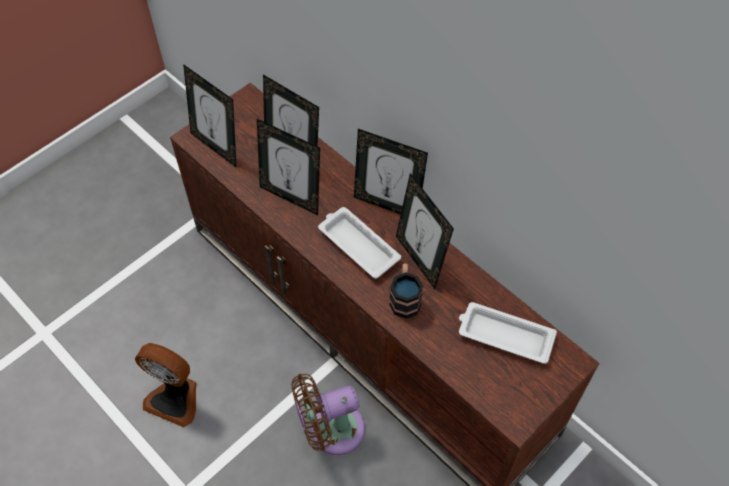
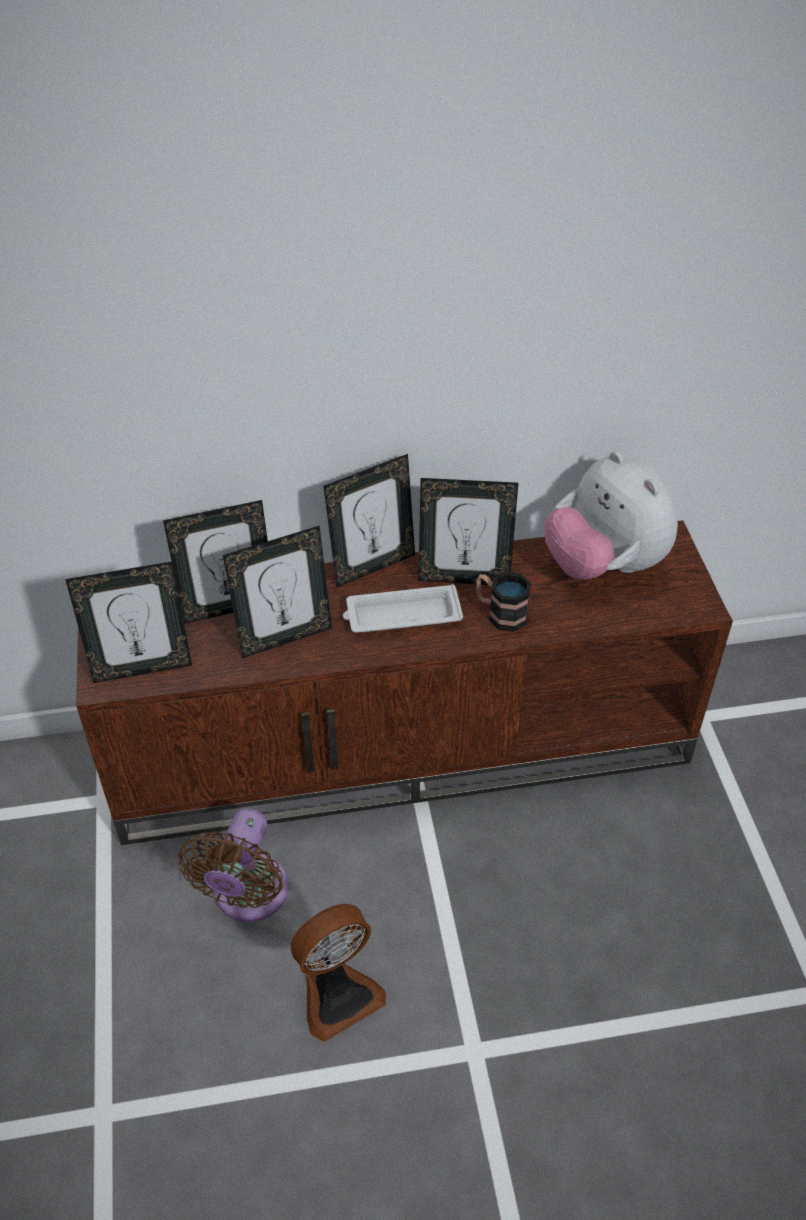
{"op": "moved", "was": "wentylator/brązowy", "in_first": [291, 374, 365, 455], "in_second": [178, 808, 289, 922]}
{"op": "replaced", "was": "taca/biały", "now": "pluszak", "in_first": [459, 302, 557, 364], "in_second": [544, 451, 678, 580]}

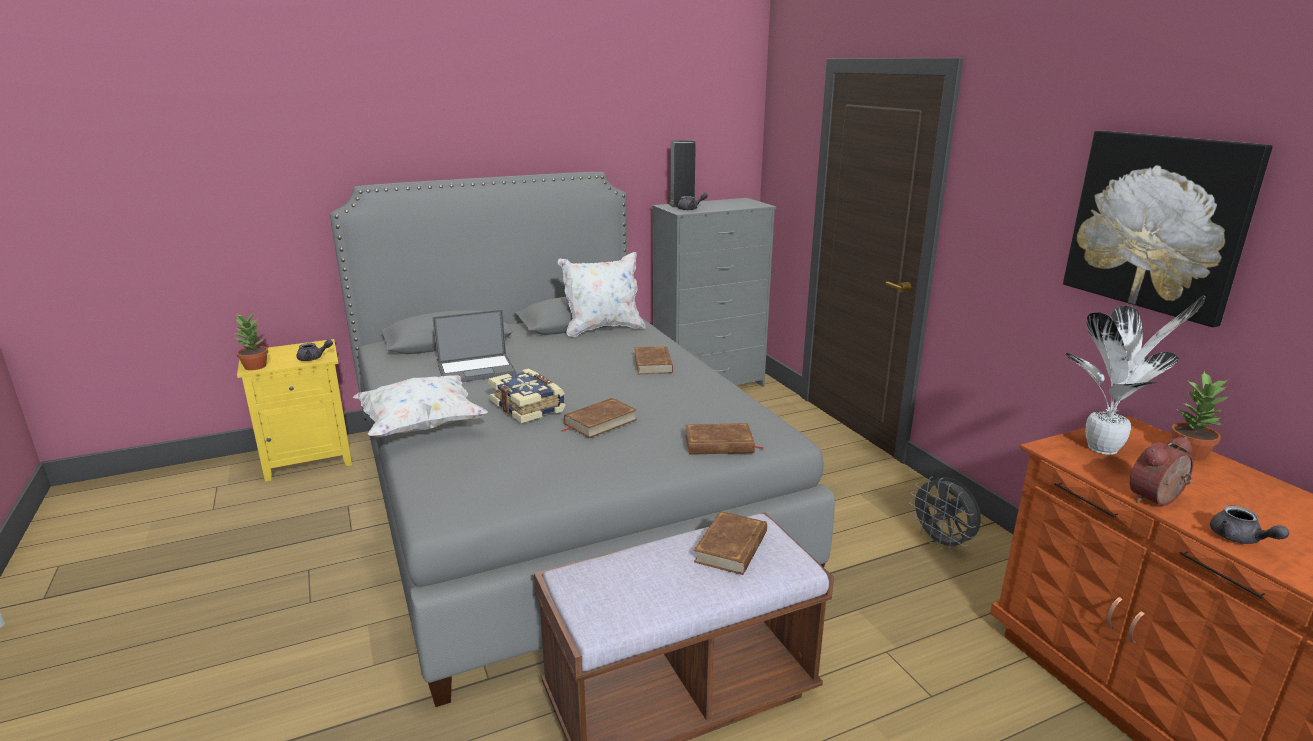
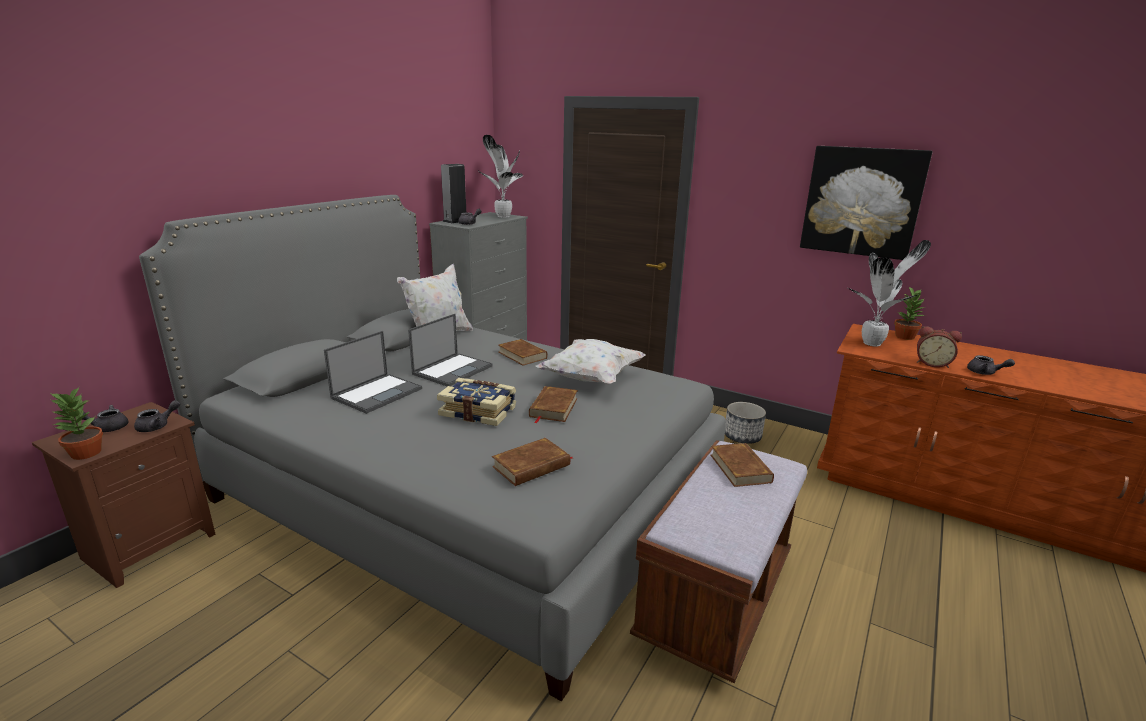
{"op": "recoloured", "was": "szafka nocna/żółty", "now": "szafka nocna/brązowy", "in_first": [237, 339, 352, 482], "in_second": [32, 402, 215, 588]}
{"op": "moved", "was": "poduszka/biały", "in_first": [353, 375, 488, 437], "in_second": [536, 339, 646, 385]}
{"op": "moved", "was": "książka/brązowy", "in_first": [685, 423, 764, 455], "in_second": [492, 438, 572, 486]}
{"op": "replaced", "was": "wentylator/szary", "now": "donica", "in_first": [909, 476, 981, 552], "in_second": [725, 402, 766, 444]}
{"op": "turned", "was": "budzik", "in_first": [1130, 437, 1194, 506], "in_second": [917, 326, 962, 368], "clockwise": -90}
{"op": "added", "now": "imbryk/szary", "in_second": [82, 405, 128, 432]}
{"op": "added", "now": "laptop", "in_second": [408, 314, 493, 387]}
{"op": "added", "now": "roślina doniczkowa", "in_second": [477, 135, 523, 218]}

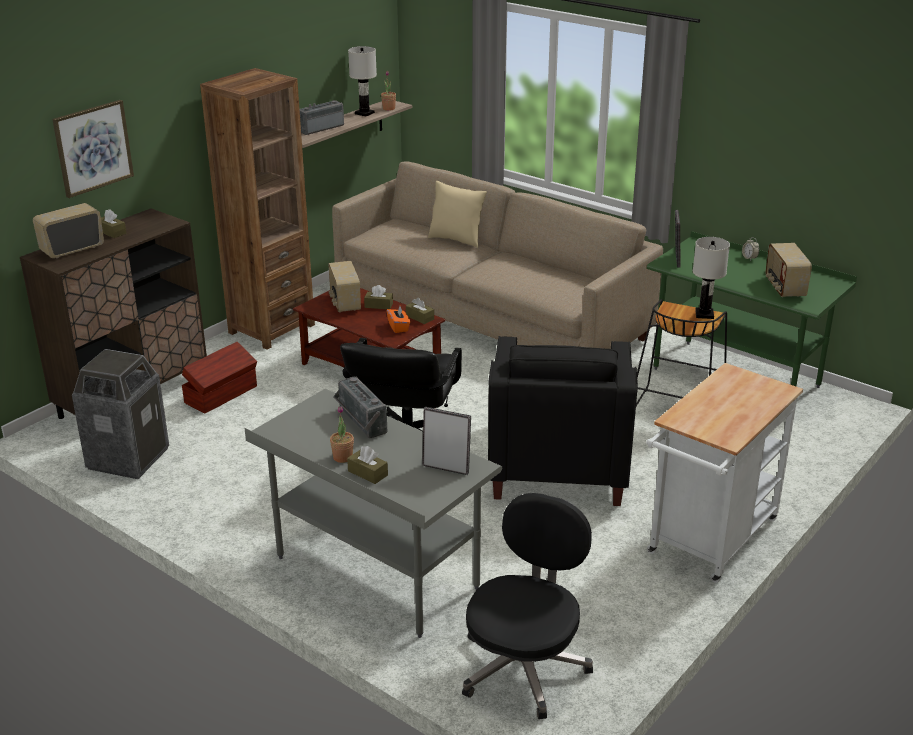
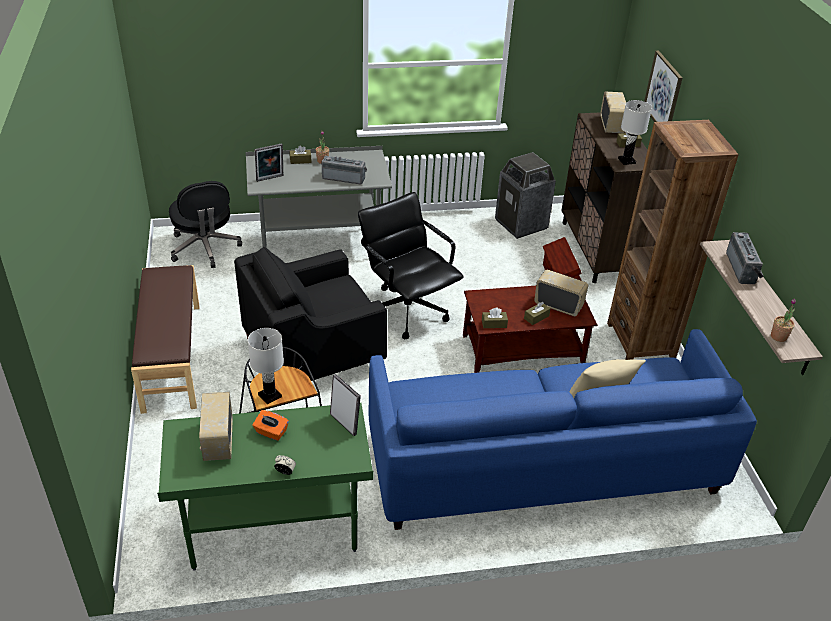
{"op": "recoloured", "was": "kanapa/beżowy", "now": "kanapa/niebieski", "in_first": [332, 161, 663, 349], "in_second": [369, 329, 757, 530]}
{"op": "moved", "was": "lampa stołowa/biały", "in_first": [348, 46, 377, 117], "in_second": [618, 100, 652, 165]}
{"op": "moved", "was": "pudełko chusteczek/pomarańczowy", "in_first": [387, 306, 410, 333], "in_second": [253, 410, 289, 441]}
{"op": "turned", "was": "fotel/czarny", "in_first": [488, 336, 638, 506], "in_second": [234, 247, 387, 381], "clockwise": -75}
{"op": "replaced", "was": "wózek/biały", "now": "ławka/brązowy", "in_first": [646, 363, 803, 583], "in_second": [131, 265, 200, 414]}
{"op": "turned", "was": "radio", "in_first": [766, 243, 812, 297], "in_second": [199, 392, 233, 461], "clockwise": -135}

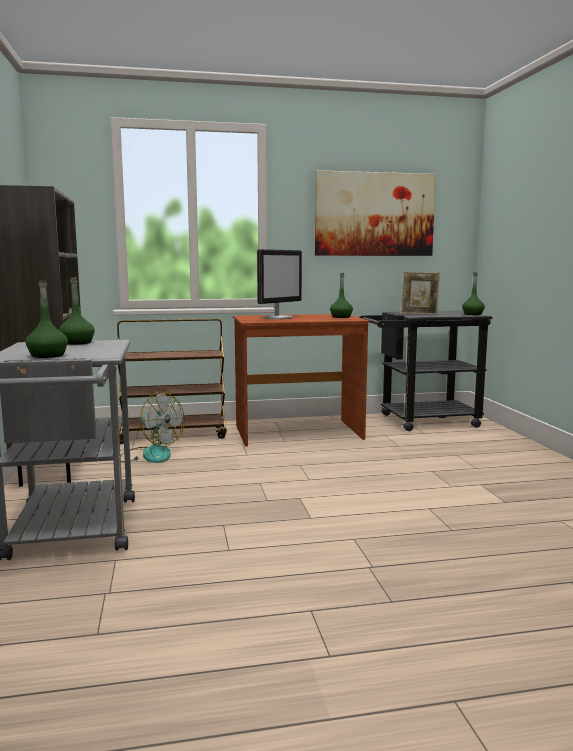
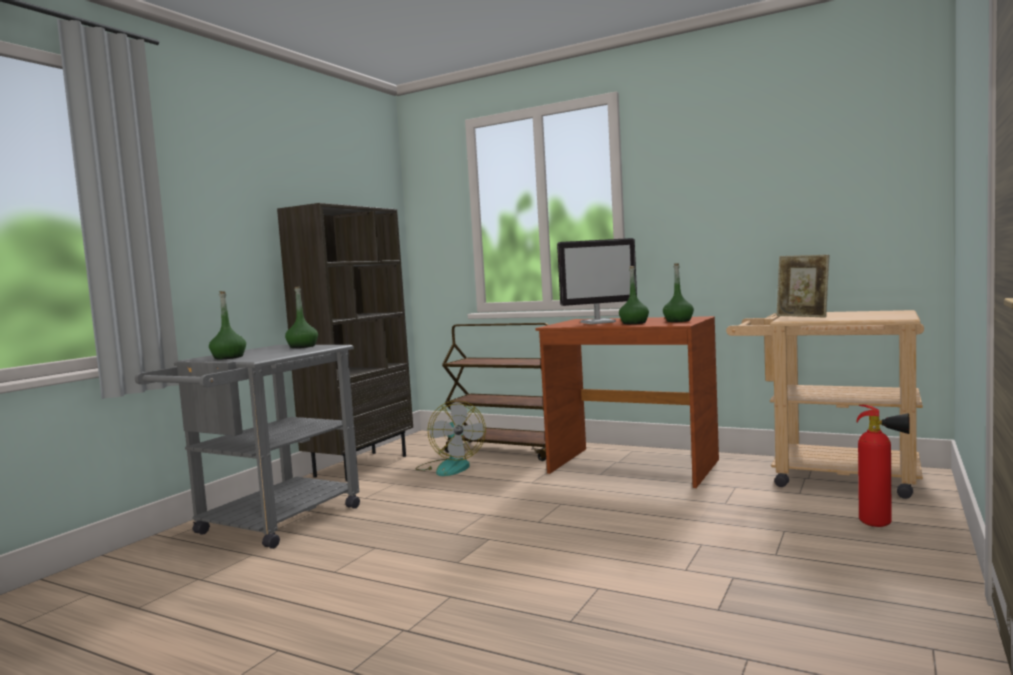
{"op": "removed", "was": "obraz", "in_first": [315, 170, 436, 256]}
{"op": "recoloured", "was": "wózek/czarny", "now": "wózek/beżowy", "in_first": [359, 311, 492, 431], "in_second": [726, 310, 924, 499]}
{"op": "moved", "was": "butelka/zielony", "in_first": [462, 273, 485, 315], "in_second": [619, 266, 649, 324]}
{"op": "added", "now": "gaśnica", "in_second": [856, 404, 910, 527]}

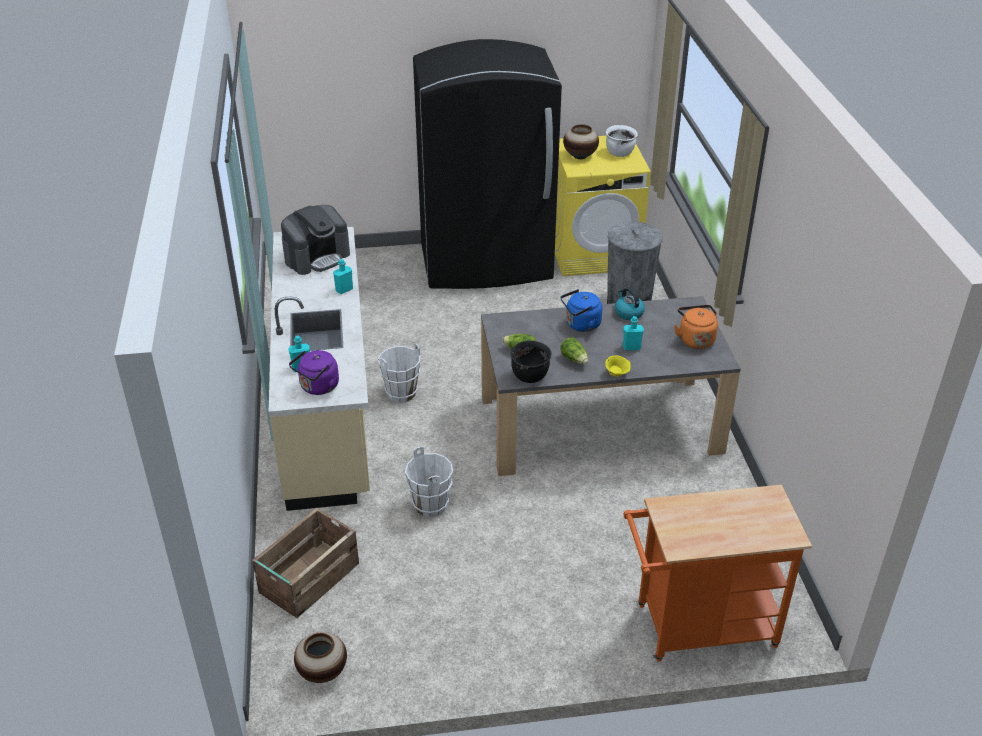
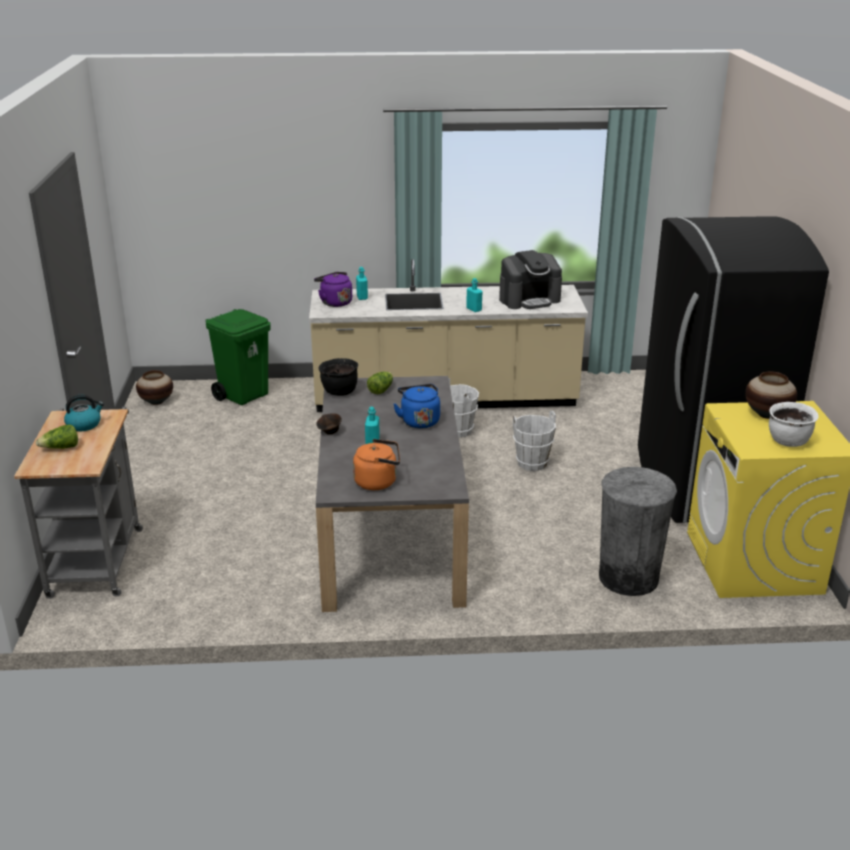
{"op": "replaced", "was": "skrzynka", "now": "kosz na śmieci/zielony", "in_first": [252, 508, 359, 619], "in_second": [205, 309, 271, 405]}
{"op": "turned", "was": "ekspres do kawy", "in_first": [281, 205, 350, 275], "in_second": [499, 250, 562, 309], "clockwise": -75}
{"op": "moved", "was": "wiadro/biały", "in_first": [405, 446, 453, 517], "in_second": [513, 411, 556, 471]}
{"op": "moved", "was": "sałata", "in_first": [560, 337, 588, 364], "in_second": [36, 424, 78, 449]}
{"op": "recoloured", "was": "miska/żółty", "now": "miska/brązowy", "in_first": [605, 355, 631, 377], "in_second": [316, 413, 342, 435]}
{"op": "moved", "was": "czajnik", "in_first": [615, 288, 645, 320], "in_second": [64, 395, 104, 432]}
{"op": "recoloured", "was": "wózek/pomarańczowy", "now": "wózek/szary", "in_first": [623, 485, 812, 662], "in_second": [14, 407, 143, 599]}

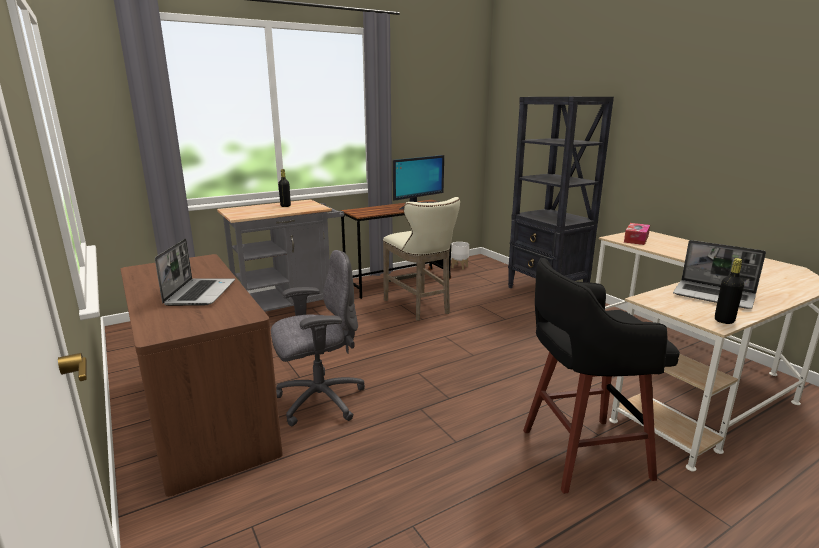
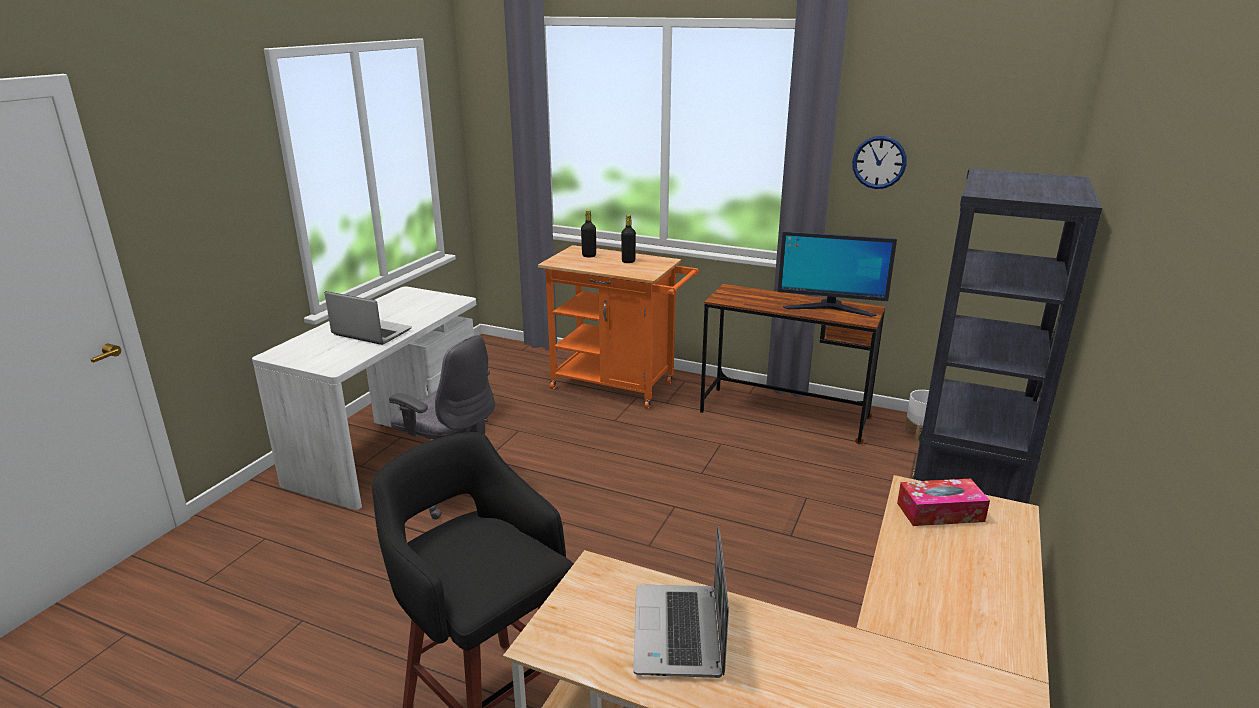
{"op": "recoloured", "was": "biurko/brązowy", "now": "biurko/biały", "in_first": [120, 254, 283, 497], "in_second": [252, 286, 476, 510]}
{"op": "turned", "was": "laptop", "in_first": [155, 238, 235, 306], "in_second": [325, 291, 412, 345], "clockwise": -120}
{"op": "recoloured", "was": "wózek/szary", "now": "wózek/pomarańczowy", "in_first": [217, 199, 344, 312], "in_second": [538, 245, 699, 409]}
{"op": "removed", "was": "stołek/beżowy", "in_first": [383, 197, 460, 321]}
{"op": "moved", "was": "butelka/czarny", "in_first": [715, 258, 744, 324], "in_second": [581, 210, 596, 257]}
{"op": "added", "now": "zegar ścienny", "in_second": [852, 136, 907, 189]}

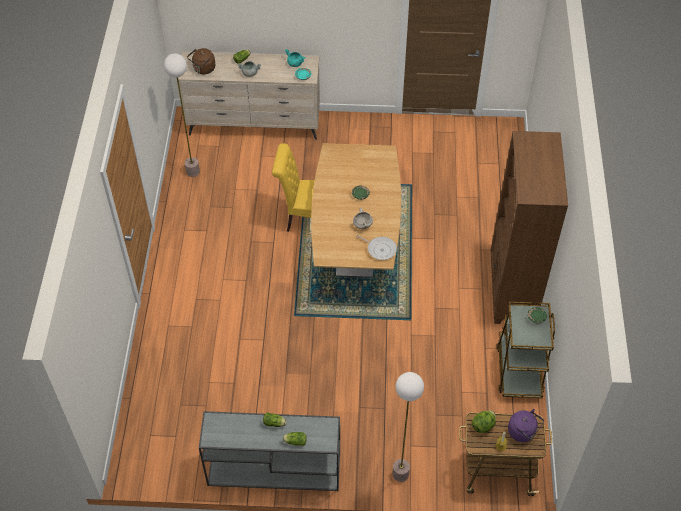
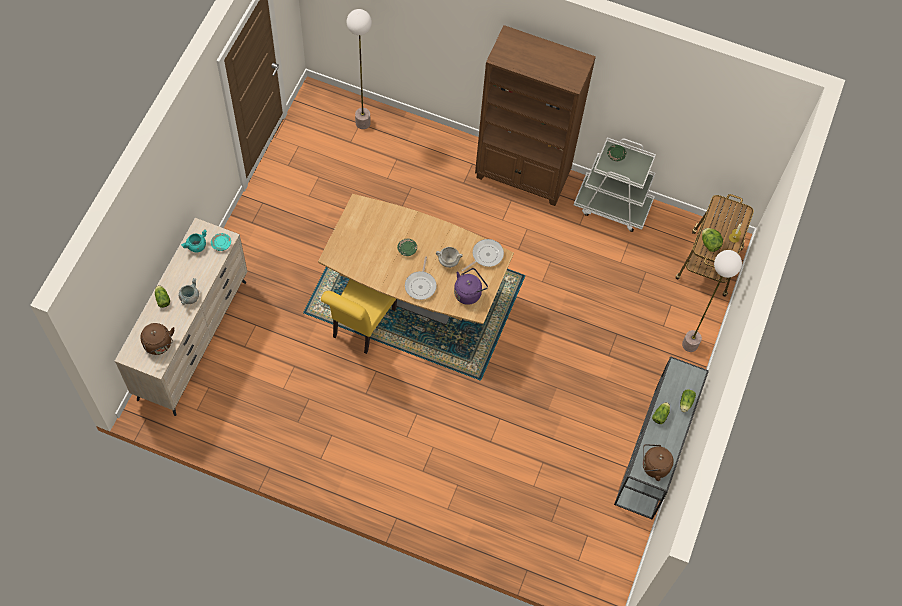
{"op": "moved", "was": "lampa stojąca", "in_first": [164, 54, 200, 177], "in_second": [347, 9, 372, 129]}
{"op": "recoloured", "was": "wózek/brązowy", "now": "wózek/biały", "in_first": [497, 302, 555, 398], "in_second": [574, 137, 656, 232]}
{"op": "moved", "was": "czajnik/fioletowy", "in_first": [508, 409, 544, 442], "in_second": [454, 268, 488, 305]}
{"op": "added", "now": "patelnia", "in_second": [405, 256, 437, 300]}
{"op": "added", "now": "czajnik/brązowy", "in_second": [643, 444, 674, 481]}

